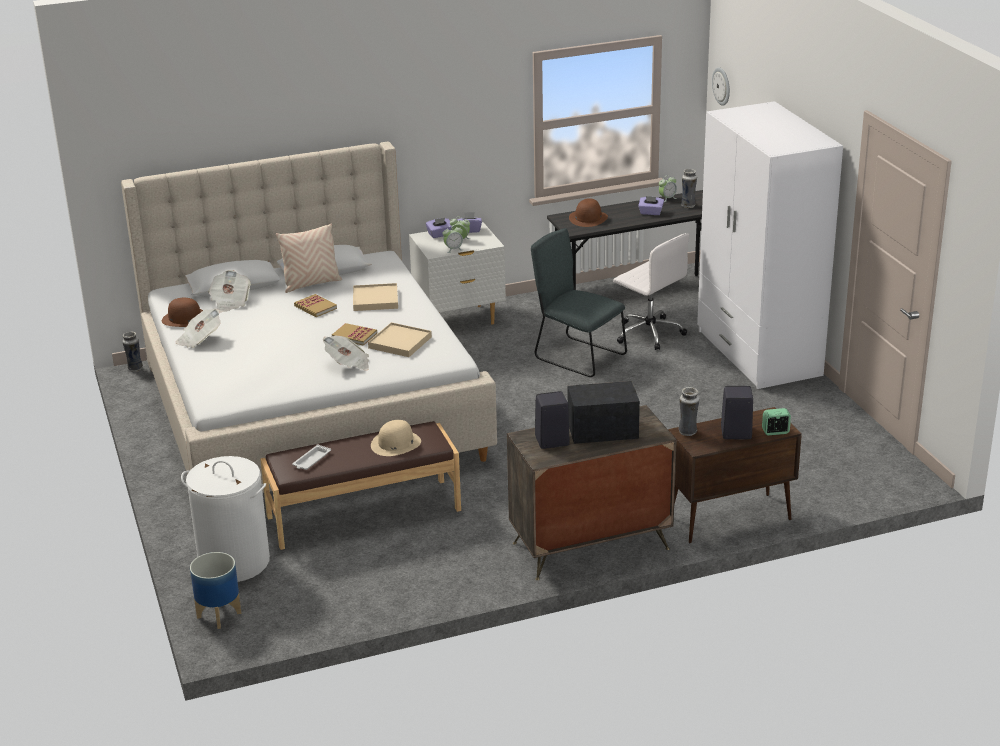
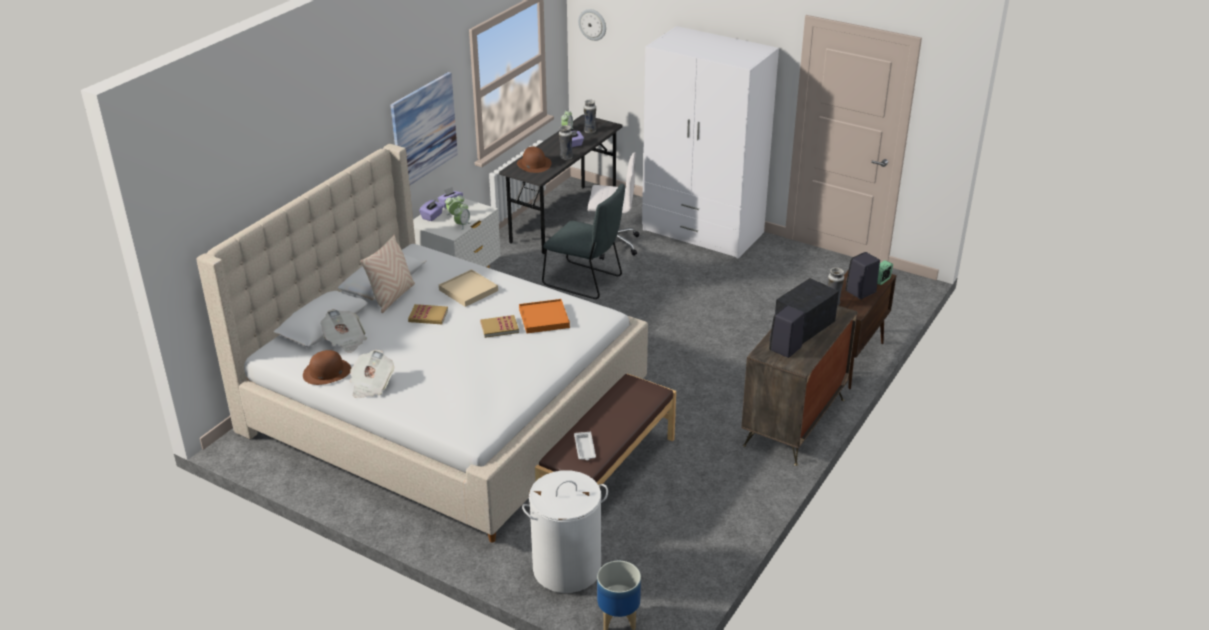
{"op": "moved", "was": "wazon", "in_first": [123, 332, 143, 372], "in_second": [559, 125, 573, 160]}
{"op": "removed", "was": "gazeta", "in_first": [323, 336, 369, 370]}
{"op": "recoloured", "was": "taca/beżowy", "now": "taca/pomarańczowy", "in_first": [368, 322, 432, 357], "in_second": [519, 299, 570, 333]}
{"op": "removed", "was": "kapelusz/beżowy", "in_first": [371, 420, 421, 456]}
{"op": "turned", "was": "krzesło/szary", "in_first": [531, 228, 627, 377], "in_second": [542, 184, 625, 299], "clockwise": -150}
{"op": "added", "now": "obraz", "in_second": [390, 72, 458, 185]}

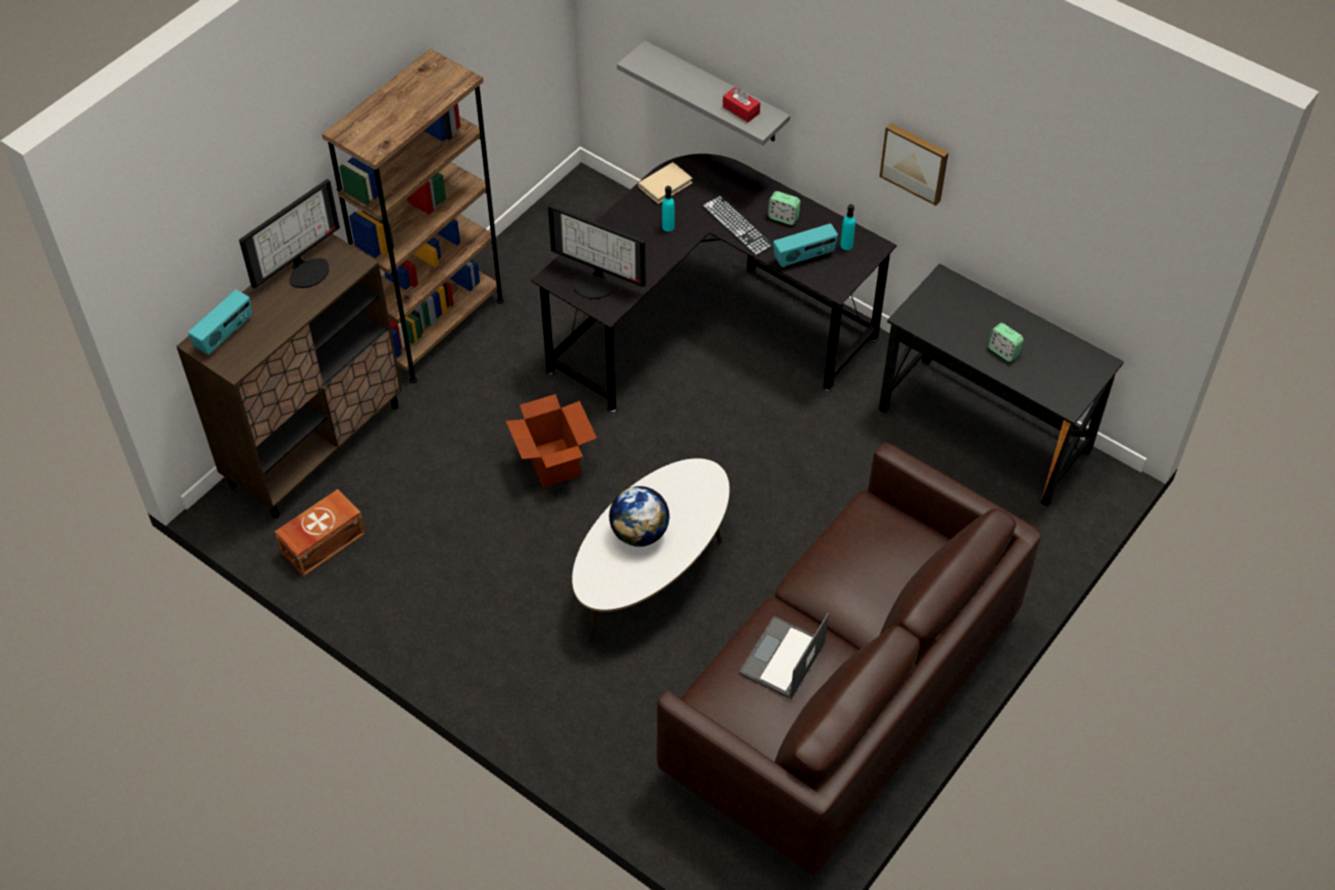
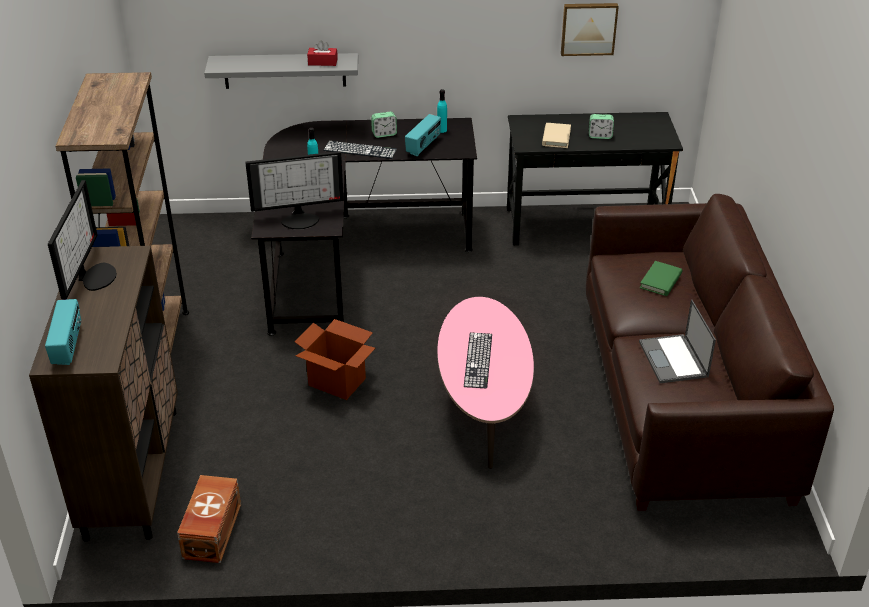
{"op": "recoloured", "was": "ława/biały", "now": "ława/różowy", "in_first": [572, 458, 730, 643], "in_second": [437, 297, 534, 469]}
{"op": "replaced", "was": "globus", "now": "klawiatura", "in_first": [609, 486, 670, 547], "in_second": [464, 332, 492, 388]}
{"op": "moved", "was": "książka/beżowy", "in_first": [638, 162, 693, 204], "in_second": [542, 123, 571, 148]}
{"op": "moved", "was": "obraz", "in_first": [879, 123, 949, 206], "in_second": [561, 3, 619, 56]}
{"op": "added", "now": "książka/zielony", "in_second": [640, 261, 682, 296]}

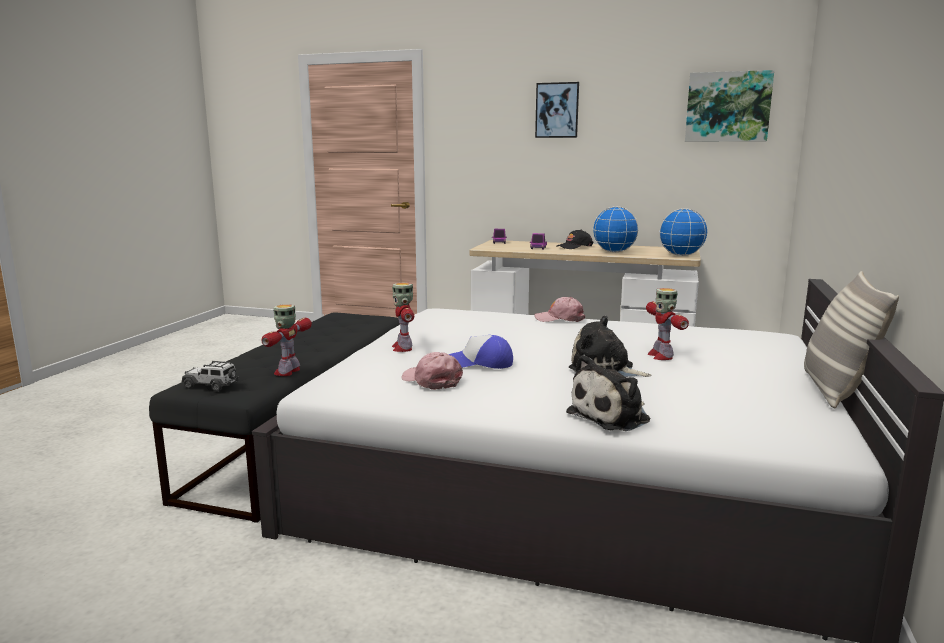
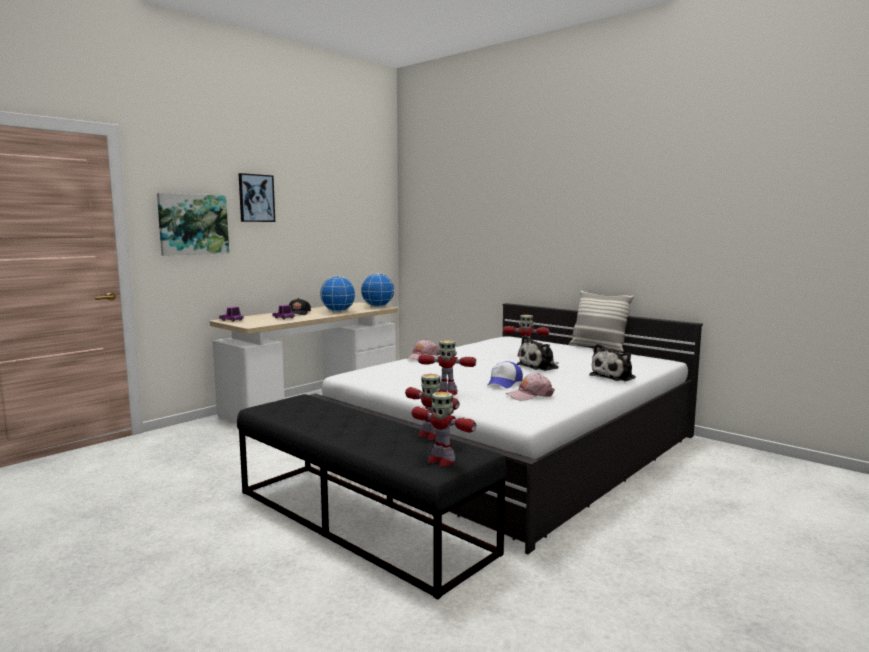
{"op": "replaced", "was": "samochodzik", "now": "robot zabawkowy", "in_first": [181, 361, 239, 391], "in_second": [412, 392, 476, 466]}
{"op": "turned", "was": "pluszak", "in_first": [566, 354, 650, 431], "in_second": [589, 344, 636, 381], "clockwise": 60}
{"op": "moved", "was": "obraz", "in_first": [685, 70, 774, 142], "in_second": [157, 193, 229, 256]}

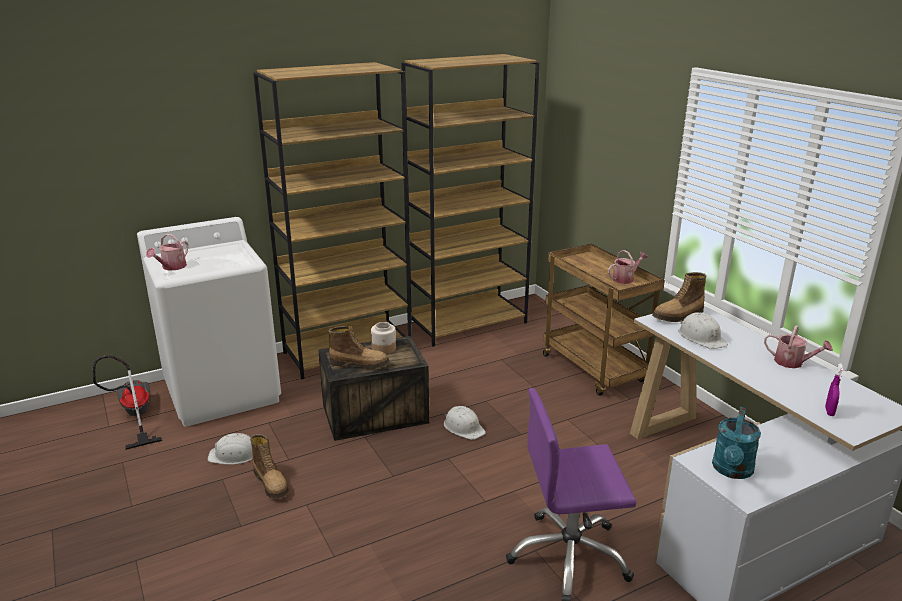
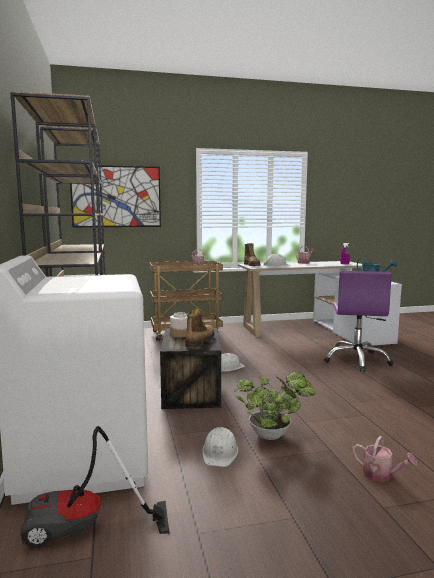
{"op": "moved", "was": "konewka", "in_first": [146, 234, 189, 271], "in_second": [352, 436, 417, 482]}
{"op": "replaced", "was": "but z cholewką", "now": "roślina doniczkowa", "in_first": [250, 434, 289, 499], "in_second": [234, 372, 315, 440]}
{"op": "added", "now": "obraz", "in_second": [70, 165, 161, 227]}

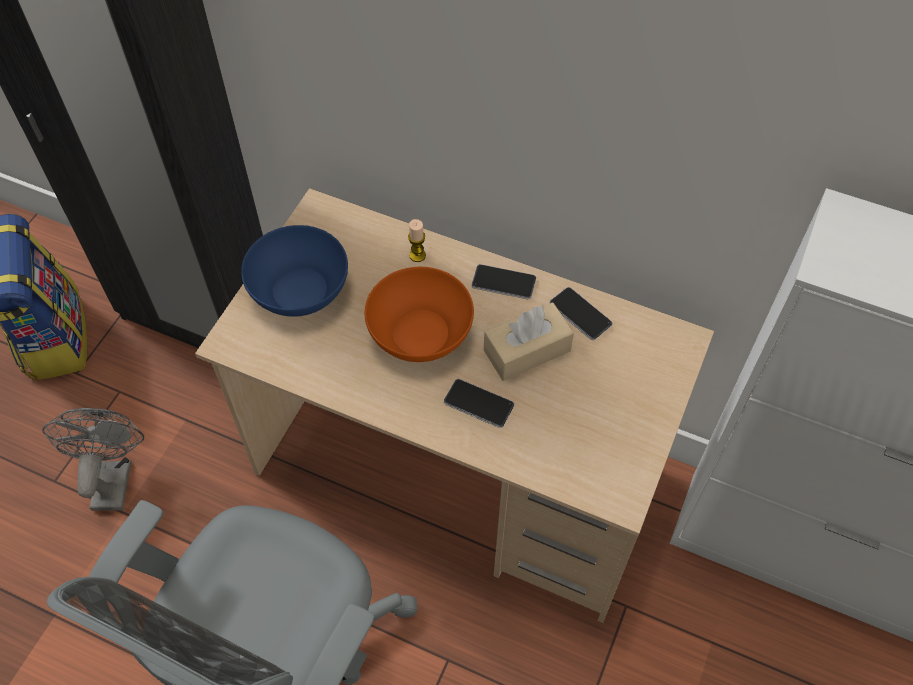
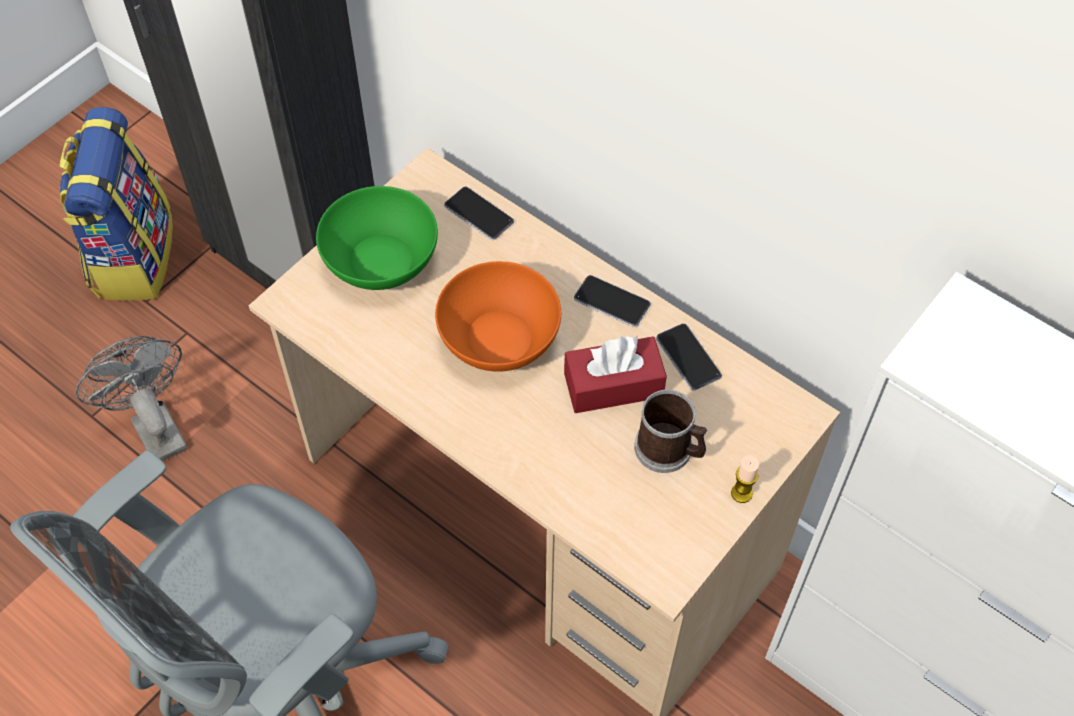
{"op": "turned", "was": "wentylator/szary", "in_first": [42, 408, 144, 511], "in_second": [76, 336, 187, 461], "clockwise": -45}
{"op": "recoloured", "was": "miska/niebieski", "now": "miska/zielony", "in_first": [241, 225, 348, 317], "in_second": [316, 186, 438, 290]}
{"op": "moved", "was": "świeca", "in_first": [408, 219, 426, 262], "in_second": [731, 455, 759, 503]}
{"op": "moved", "was": "telefon", "in_first": [444, 379, 514, 428], "in_second": [444, 187, 514, 240]}
{"op": "recoloured", "was": "pudełko chusteczek/beżowy", "now": "pudełko chusteczek/czerwony", "in_first": [484, 302, 574, 381], "in_second": [564, 335, 667, 413]}
{"op": "added", "now": "kubek", "in_second": [634, 390, 707, 473]}

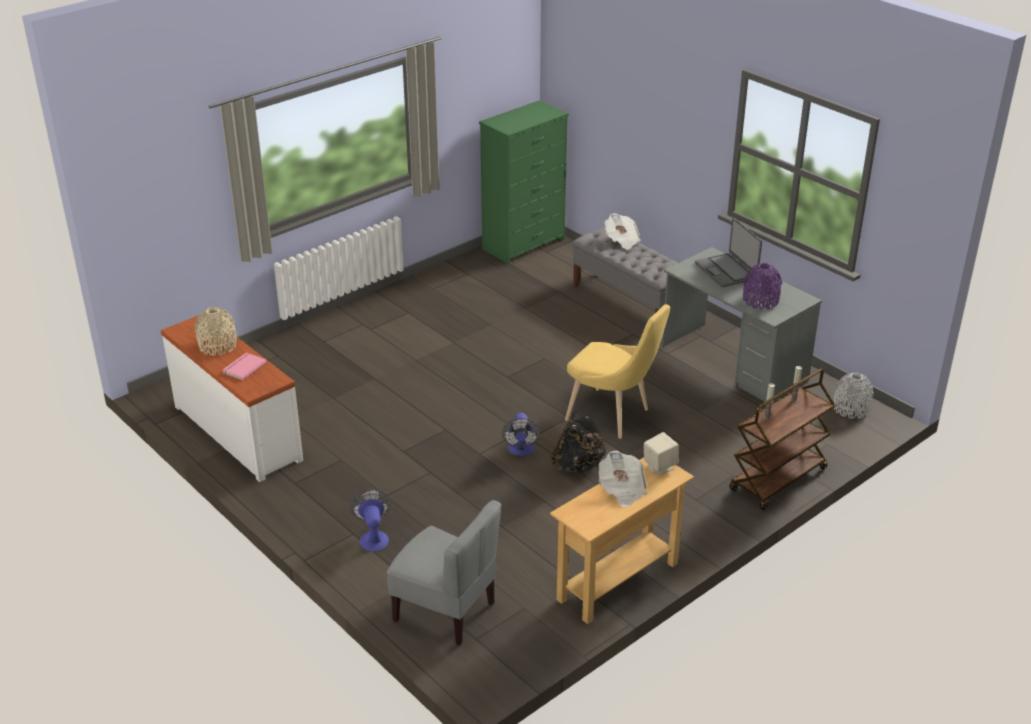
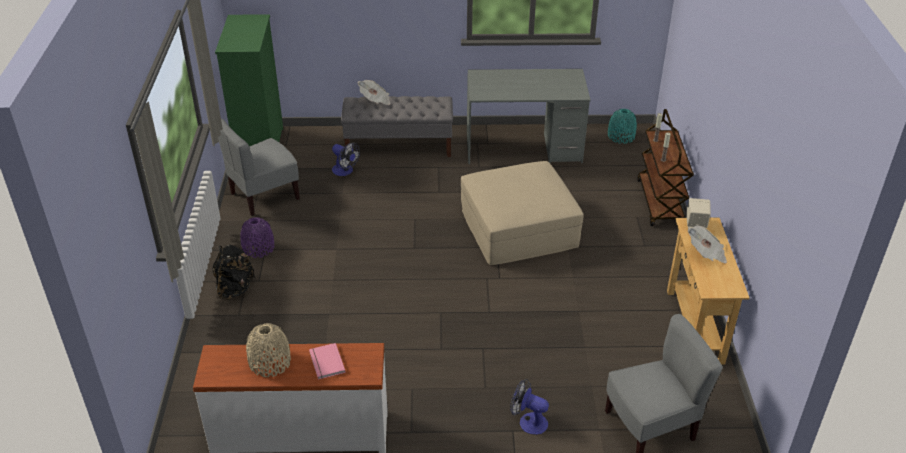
{"op": "moved", "was": "wentylator", "in_first": [502, 413, 540, 456], "in_second": [332, 143, 360, 176]}
{"op": "moved", "was": "plecak/czarny", "in_first": [551, 412, 606, 474], "in_second": [212, 245, 255, 300]}
{"op": "replaced", "was": "krzesło/żółty", "now": "pufa/beżowy", "in_first": [565, 304, 670, 439], "in_second": [461, 161, 583, 265]}
{"op": "removed", "was": "laptop", "in_first": [695, 218, 762, 287]}
{"op": "moved", "was": "wazon/fioletowy", "in_first": [743, 263, 782, 310], "in_second": [240, 217, 274, 258]}
{"op": "recoloured", "was": "wazon/szary", "now": "wazon/turkusowy", "in_first": [834, 373, 873, 419], "in_second": [608, 109, 637, 144]}
{"op": "added", "now": "krzesło/szary", "in_second": [218, 118, 300, 216]}

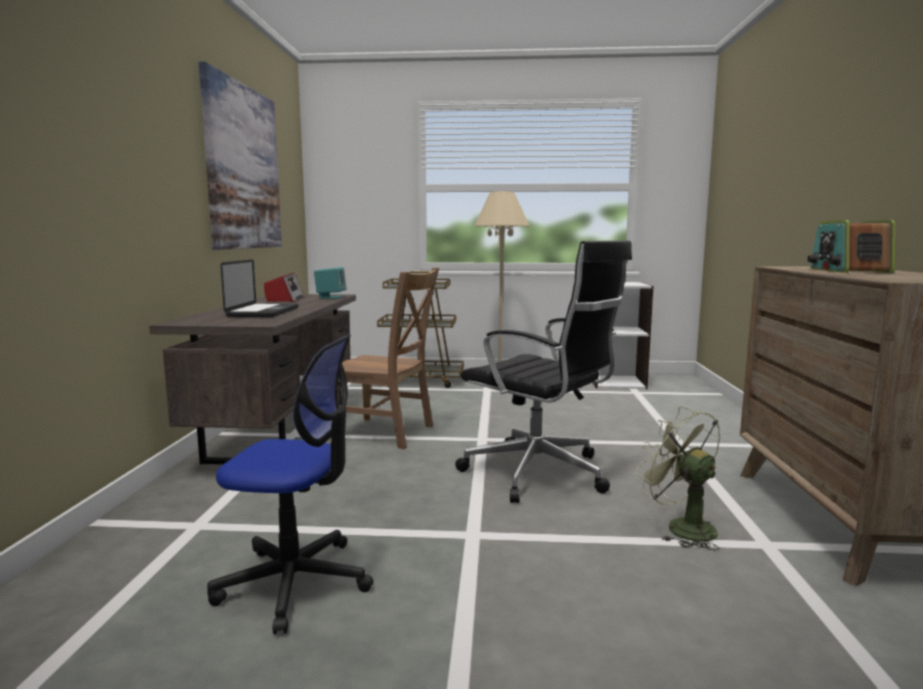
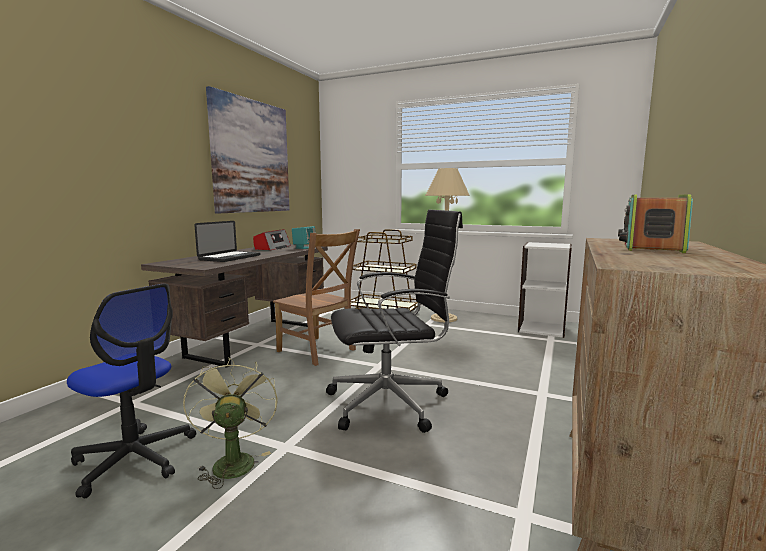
{"op": "turned", "was": "krzesło biurowe/czarny", "in_first": [455, 240, 632, 503], "in_second": [326, 210, 463, 433], "clockwise": -75}
{"op": "moved", "was": "wentylator/zielony", "in_first": [636, 407, 721, 550], "in_second": [183, 357, 278, 489]}

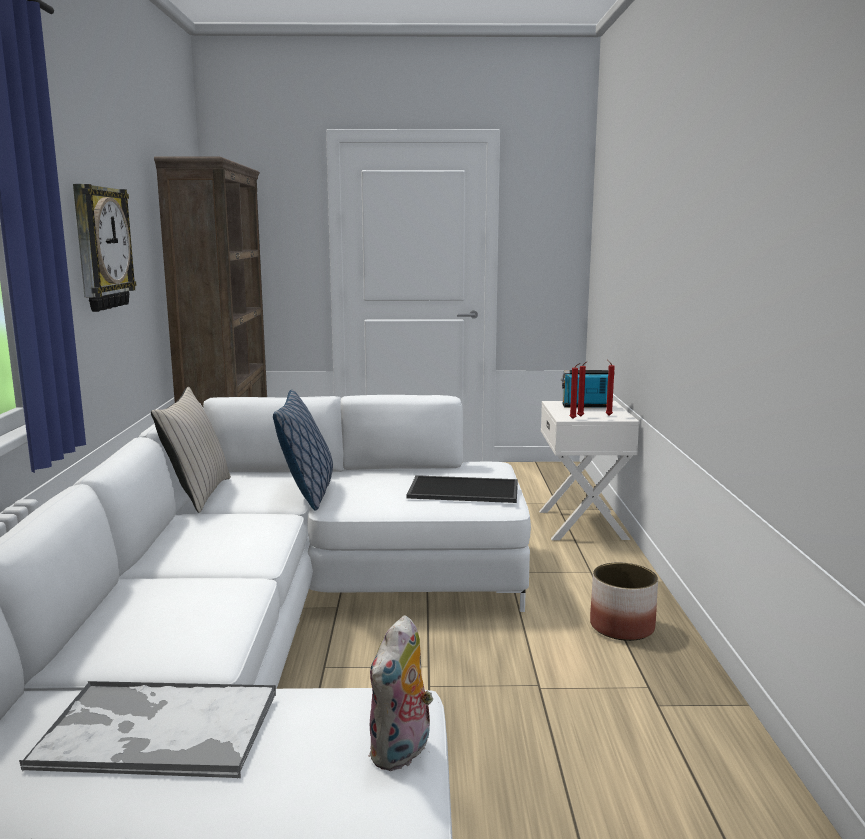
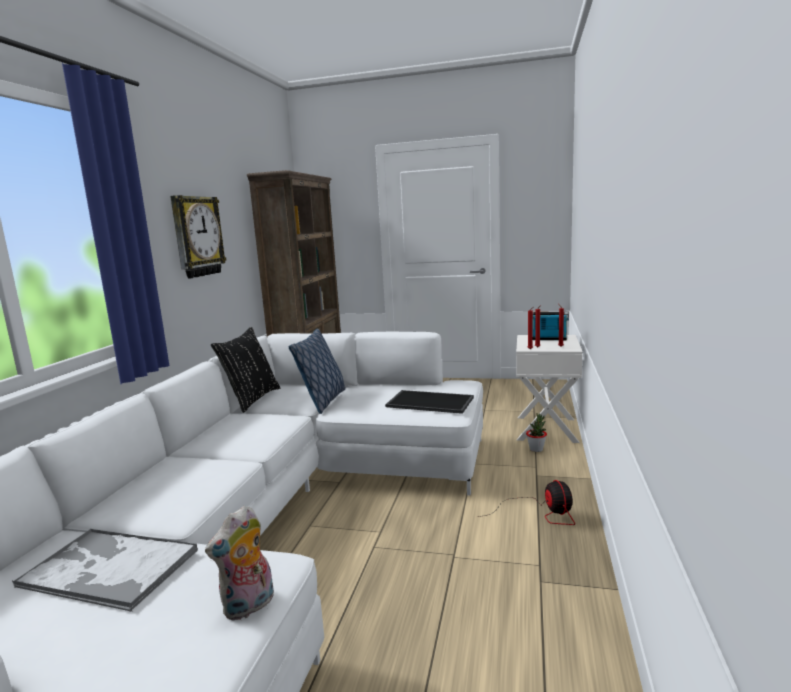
{"op": "recoloured", "was": "poduszka/beżowy", "now": "poduszka/czarny", "in_first": [151, 386, 231, 513], "in_second": [211, 327, 280, 413]}
{"op": "replaced", "was": "donica", "now": "wentylator", "in_first": [590, 562, 658, 641], "in_second": [477, 480, 575, 525]}
{"op": "added", "now": "roślina doniczkowa", "in_second": [526, 413, 547, 452]}

